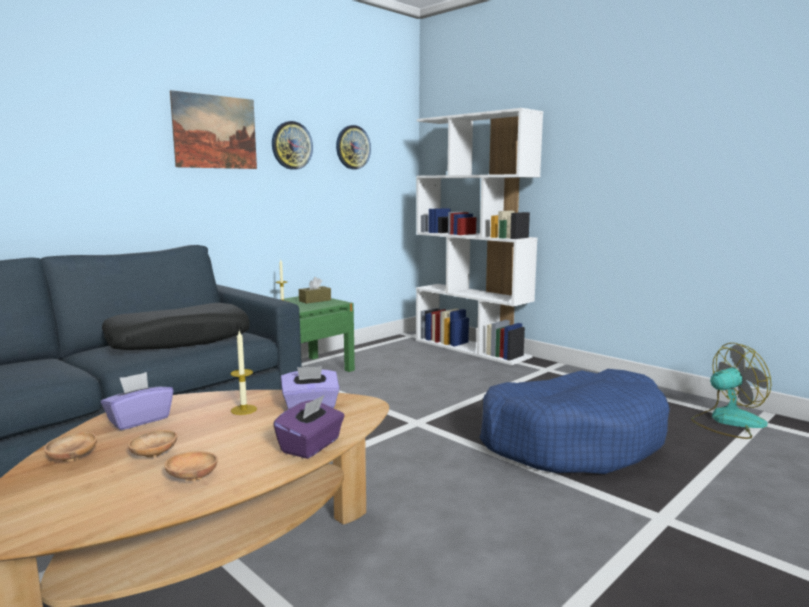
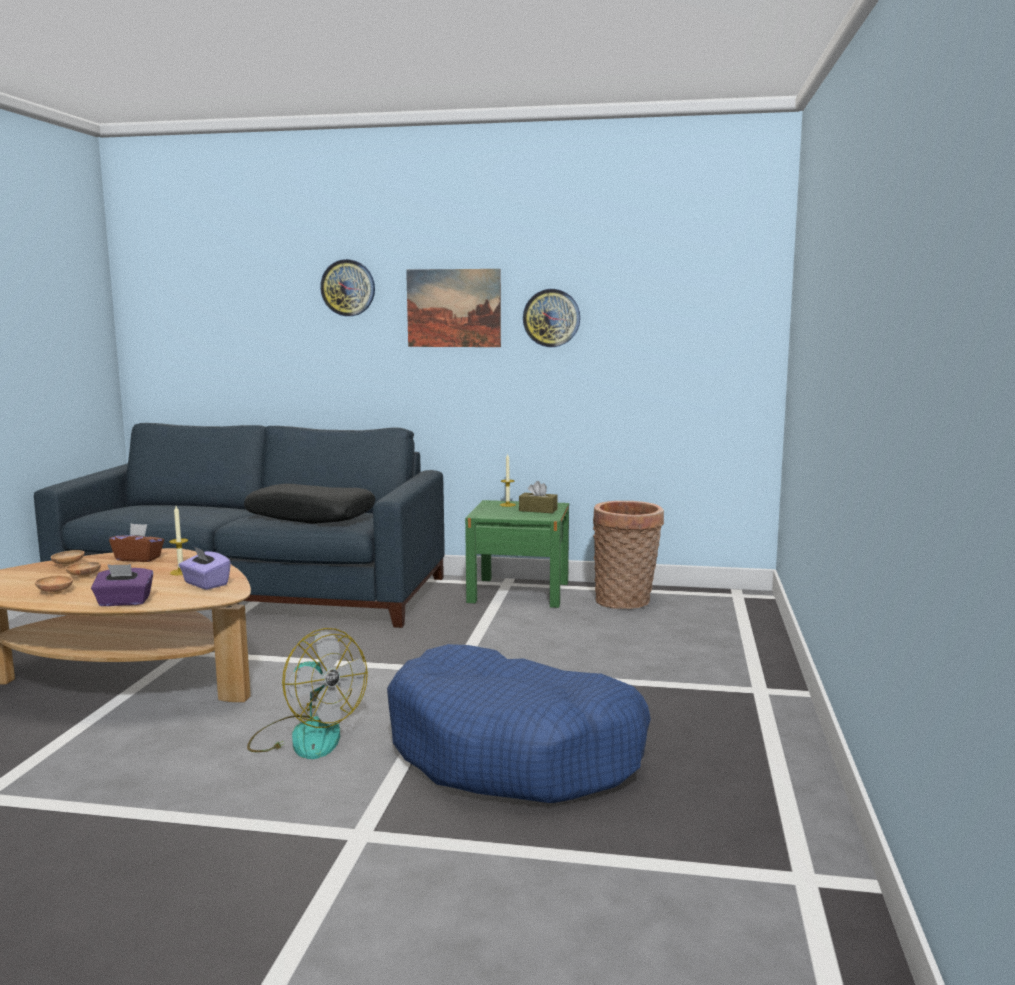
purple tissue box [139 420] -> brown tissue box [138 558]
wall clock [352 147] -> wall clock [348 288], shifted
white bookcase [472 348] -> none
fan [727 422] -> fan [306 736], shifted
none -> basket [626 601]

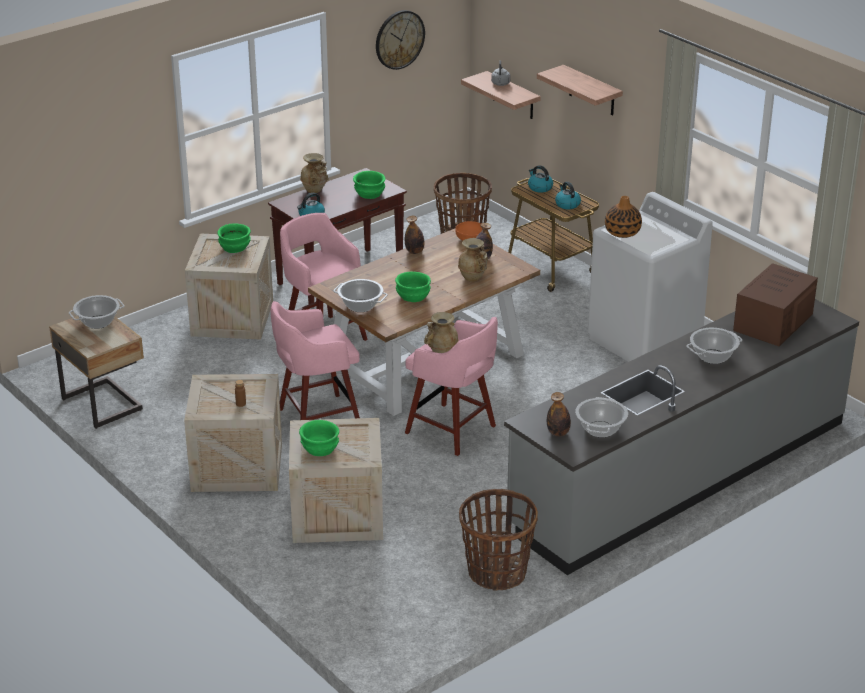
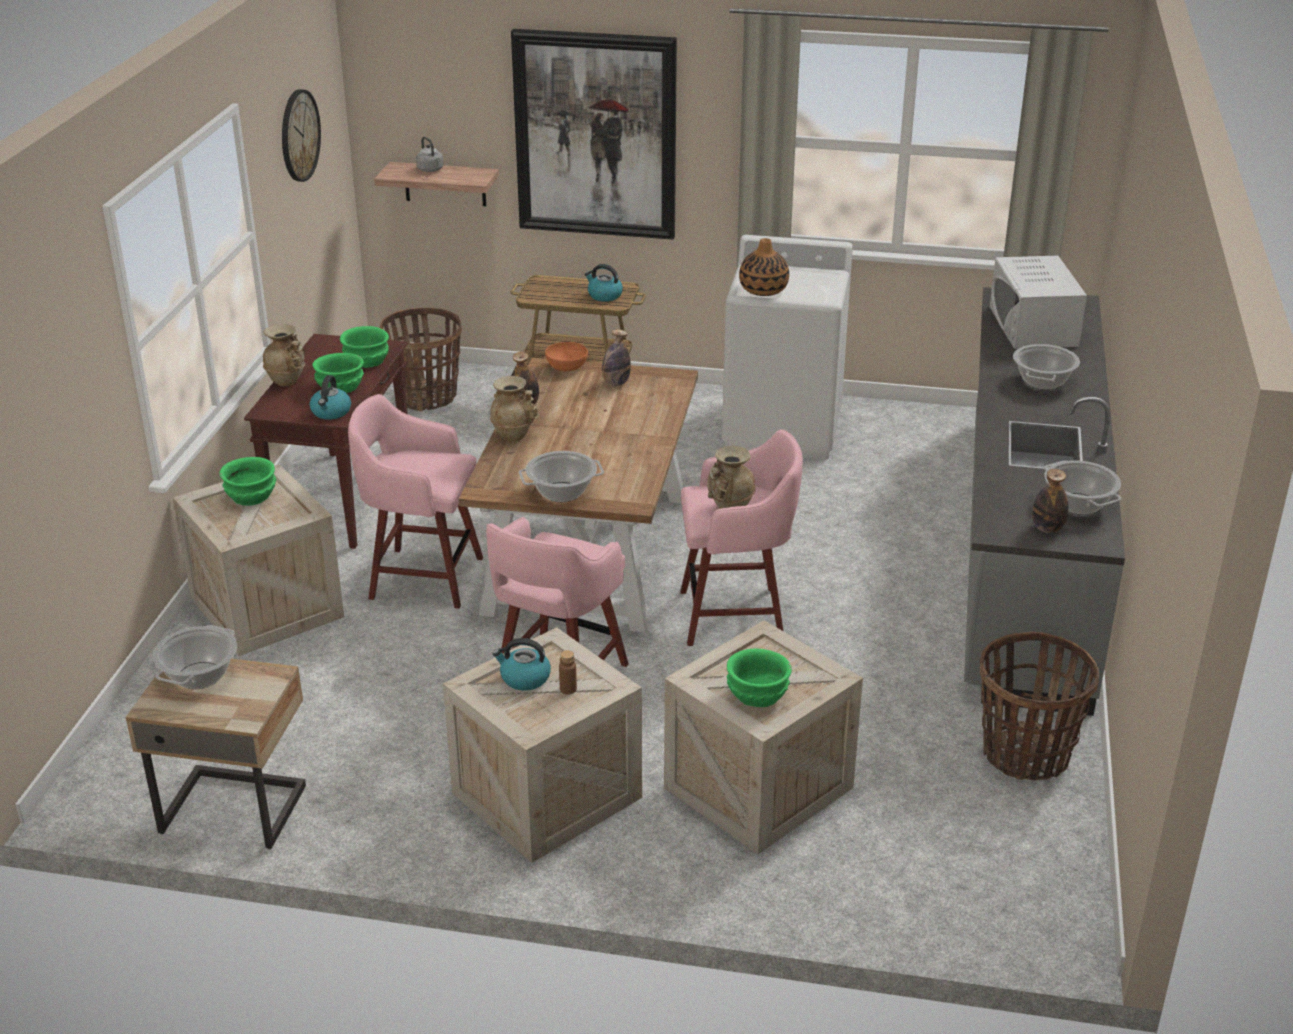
green bowl [412 296] -> green bowl [339 387], shifted
beige vase [473 277] -> beige vase [513 435], shifted
kettle [539 188] -> kettle [524 678], shifted
shelf [592 91] -> picture [596 135]
brown microwave [773 322] -> white microwave [1033 326]

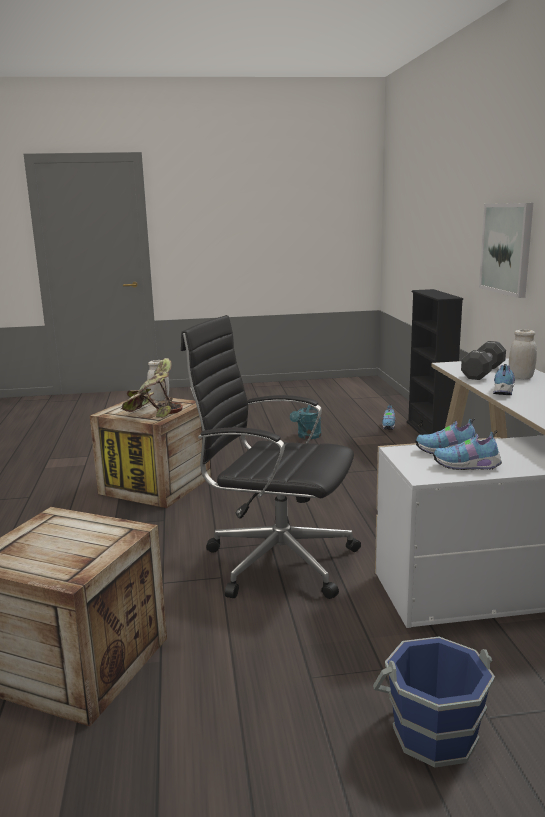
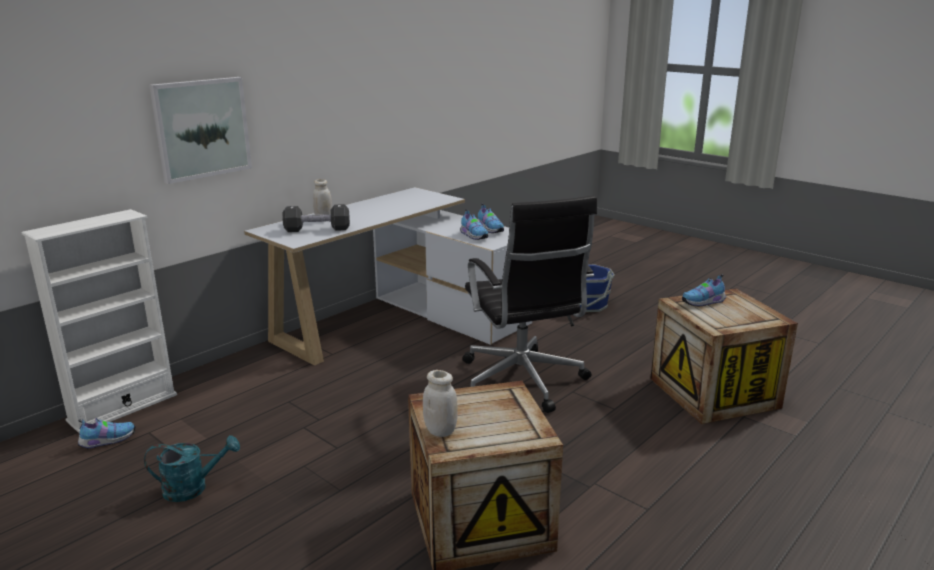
potted plant [152 413] -> none
black bookcase [429 432] -> white bookcase [123 407]
shoe [502 391] -> shoe [704 303], shifted

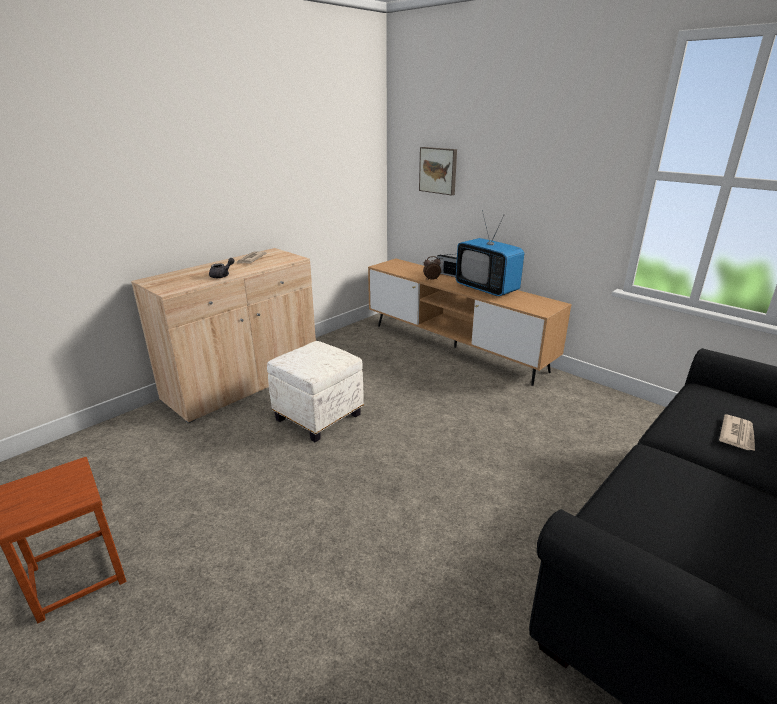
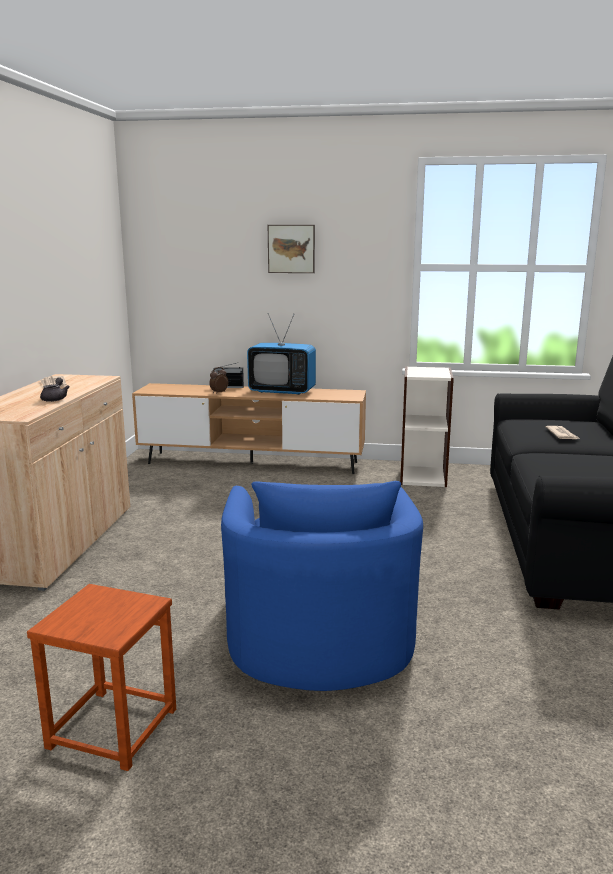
white ottoman [318 416] -> none
picture [438 170] -> picture [291 249], shifted
none -> blue armchair [318 633]
none -> bookcase [423 476]

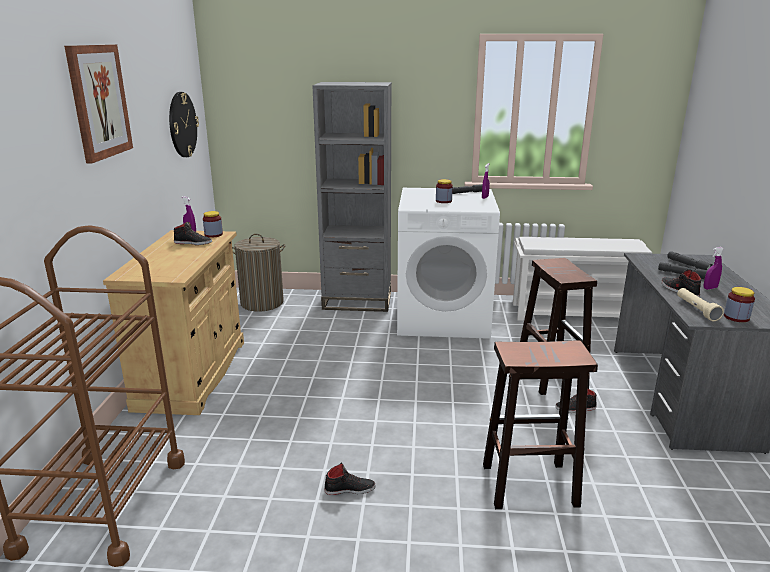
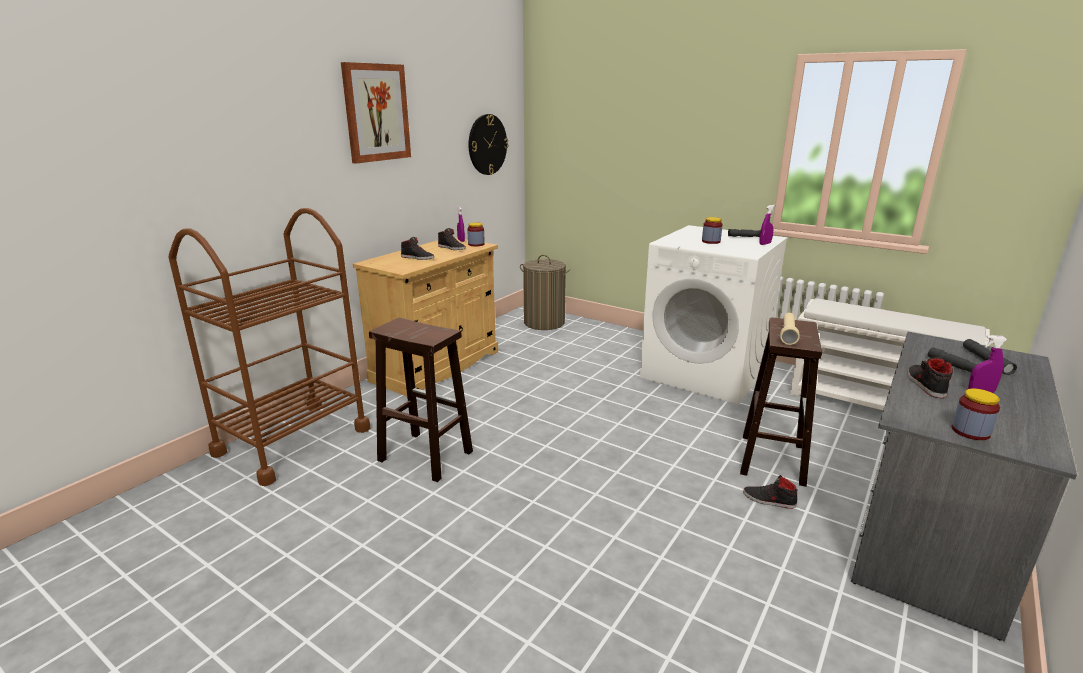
grey bookcase [357 301] -> none
black shoe [350 489] -> black shoe [417 258], shifted
brown stool [527 485] -> brown stool [424 456], shifted
beige flashlight [696 310] -> beige flashlight [788 334], shifted

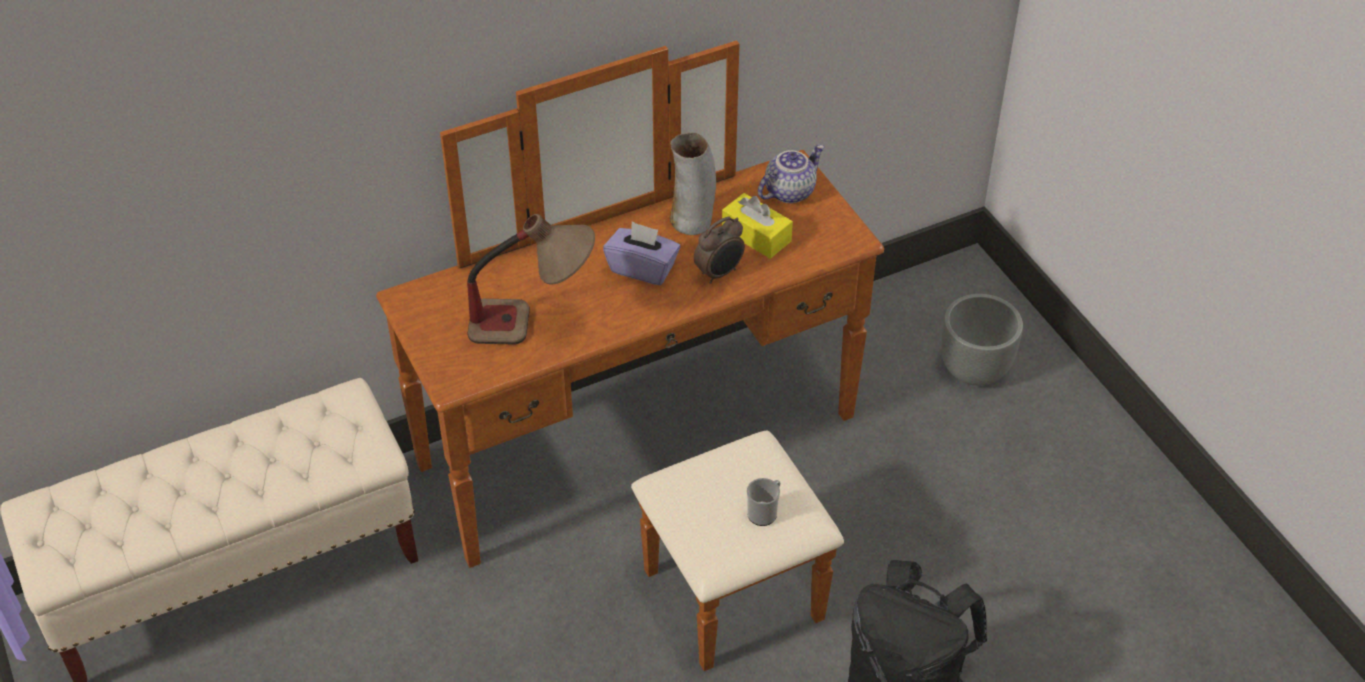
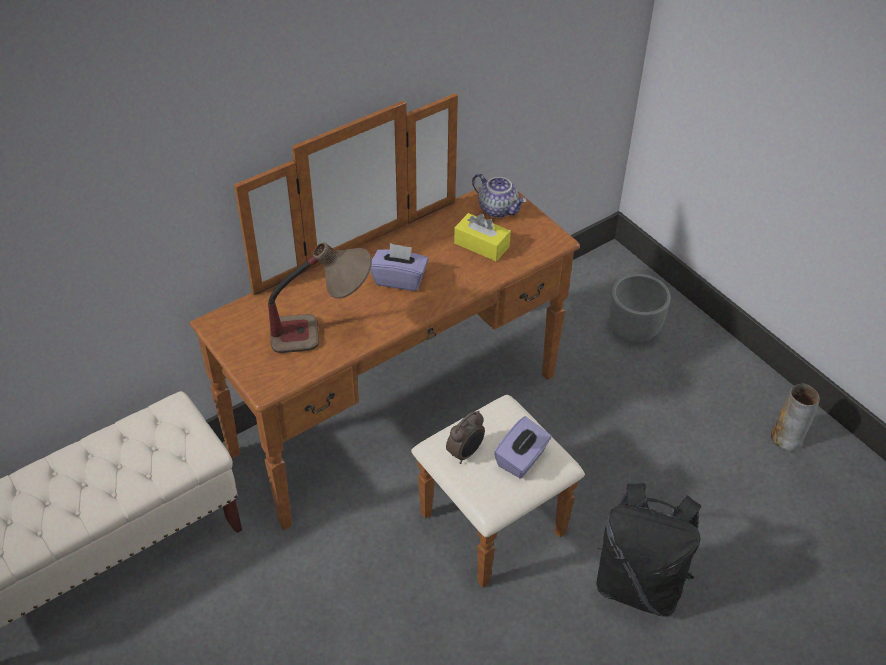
vase [692 220] -> vase [787 438], shifted
alarm clock [720 273] -> alarm clock [465 453], shifted
mug [764 512] -> purple tissue box [522 459]
teapot [789 191] -> teapot [498 209], 90 degrees clockwise

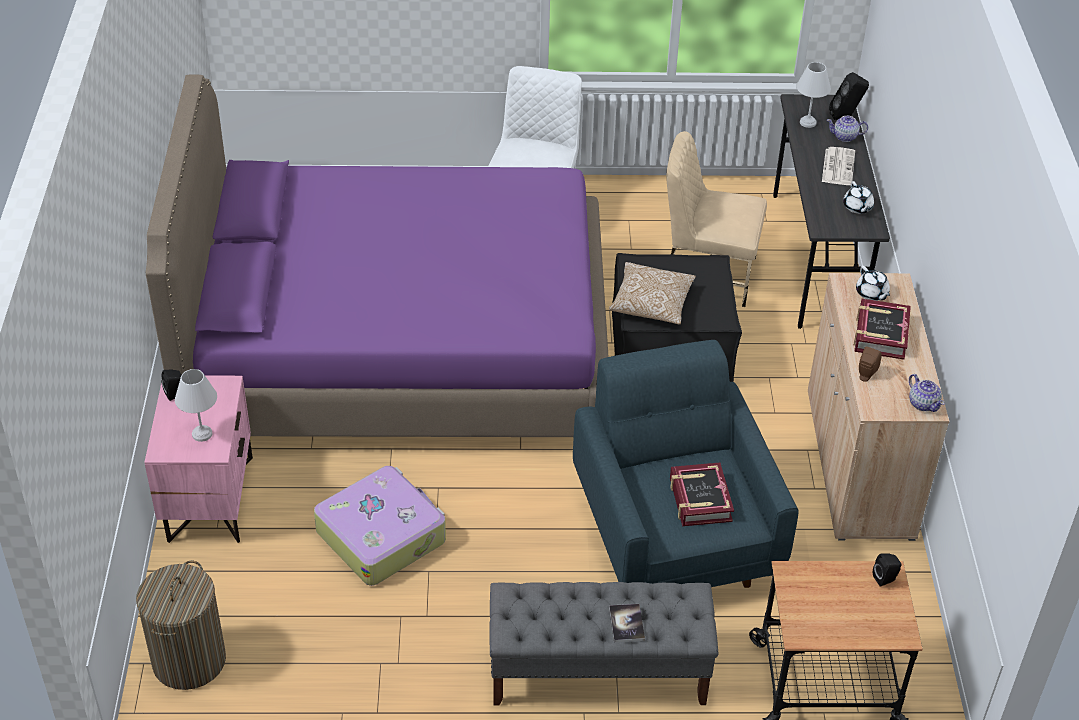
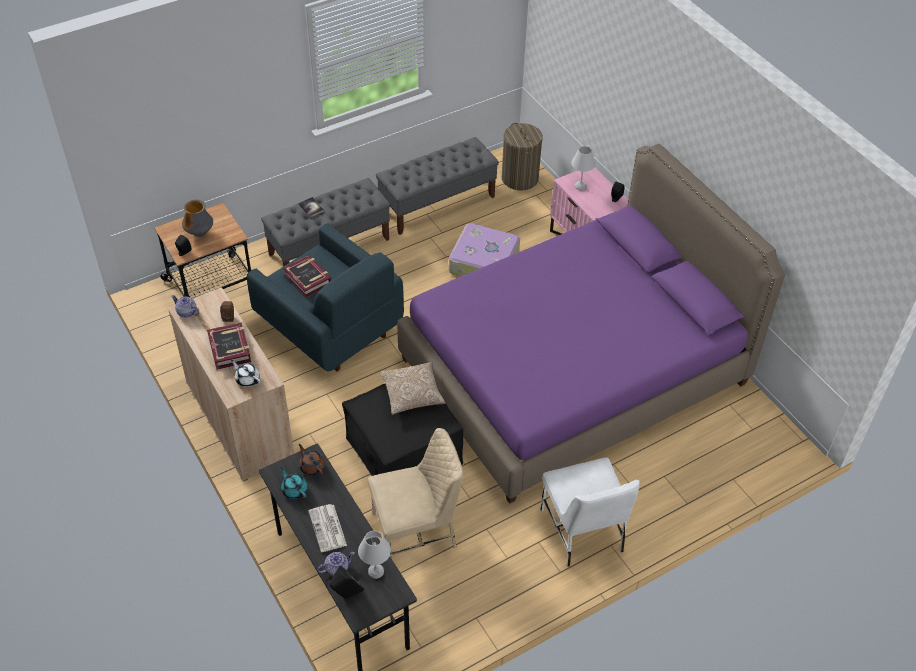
white teapot [857 207] -> turquoise teapot [294 490]
none -> vase [200 233]
none -> brown teapot [312 466]
none -> grey bench [437 203]

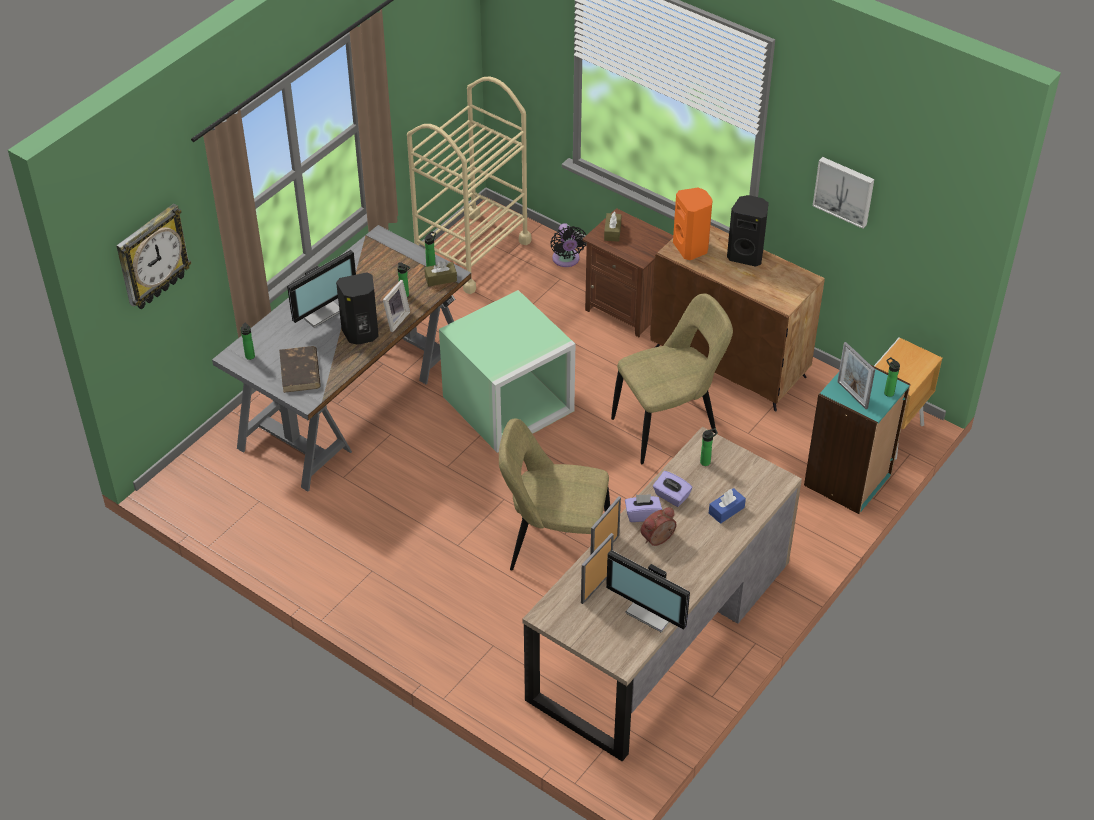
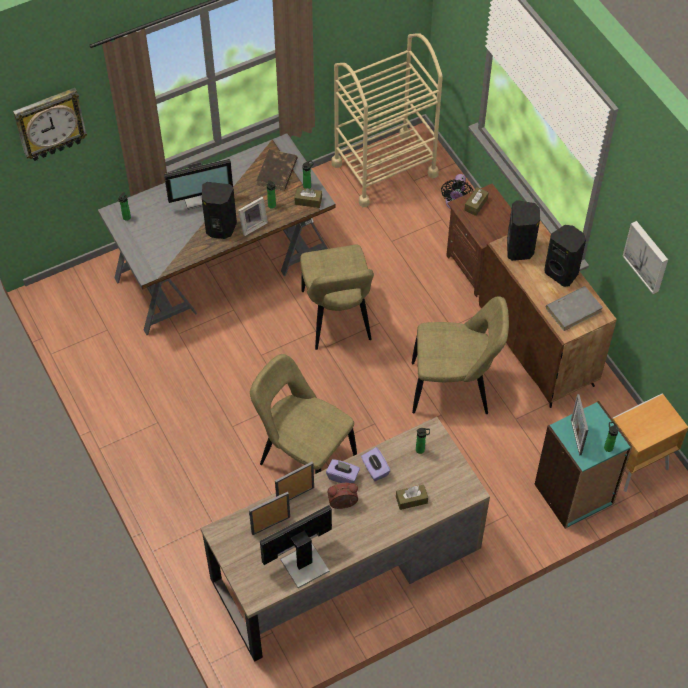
brown book [300 372] -> brown book [277 172], shifted
green storage box [508 405] -> beige chair [337 319]
monitor [653 611] -> monitor [303 564], 90 degrees clockwise
orange speaker [691 248] -> black speaker [520 249]
blue tissue box [726 510] -> brown tissue box [411 500]
none -> grey book [574 309]

